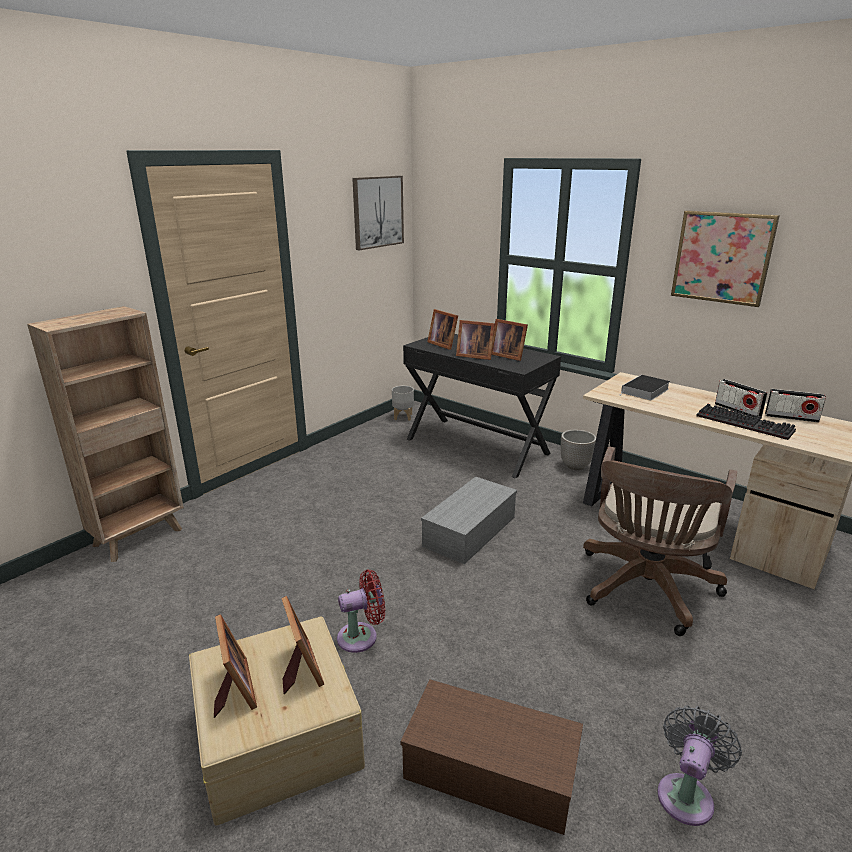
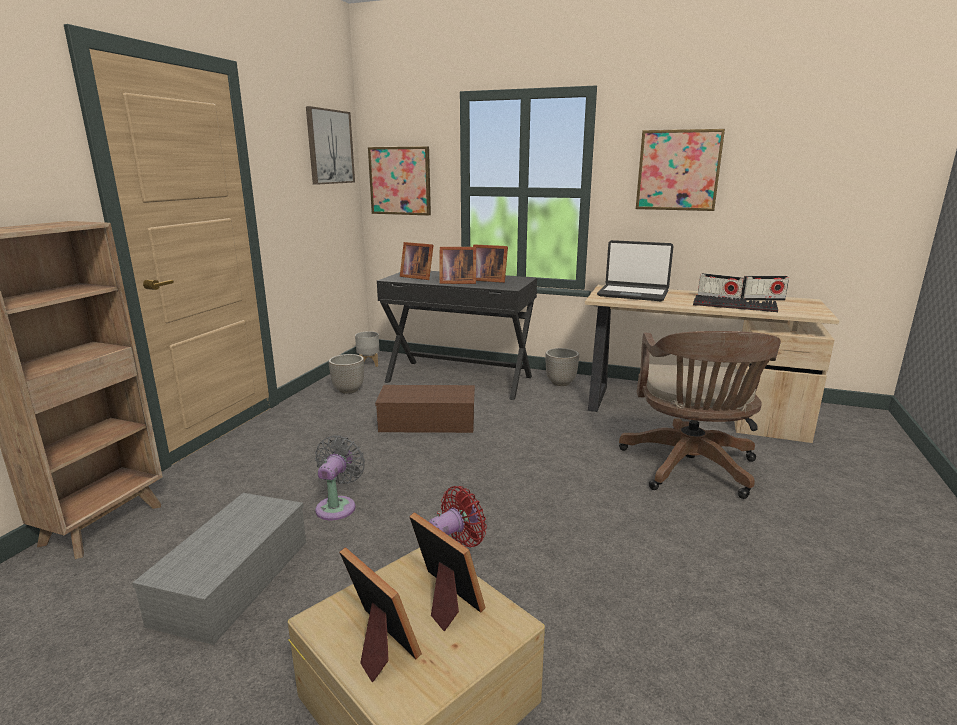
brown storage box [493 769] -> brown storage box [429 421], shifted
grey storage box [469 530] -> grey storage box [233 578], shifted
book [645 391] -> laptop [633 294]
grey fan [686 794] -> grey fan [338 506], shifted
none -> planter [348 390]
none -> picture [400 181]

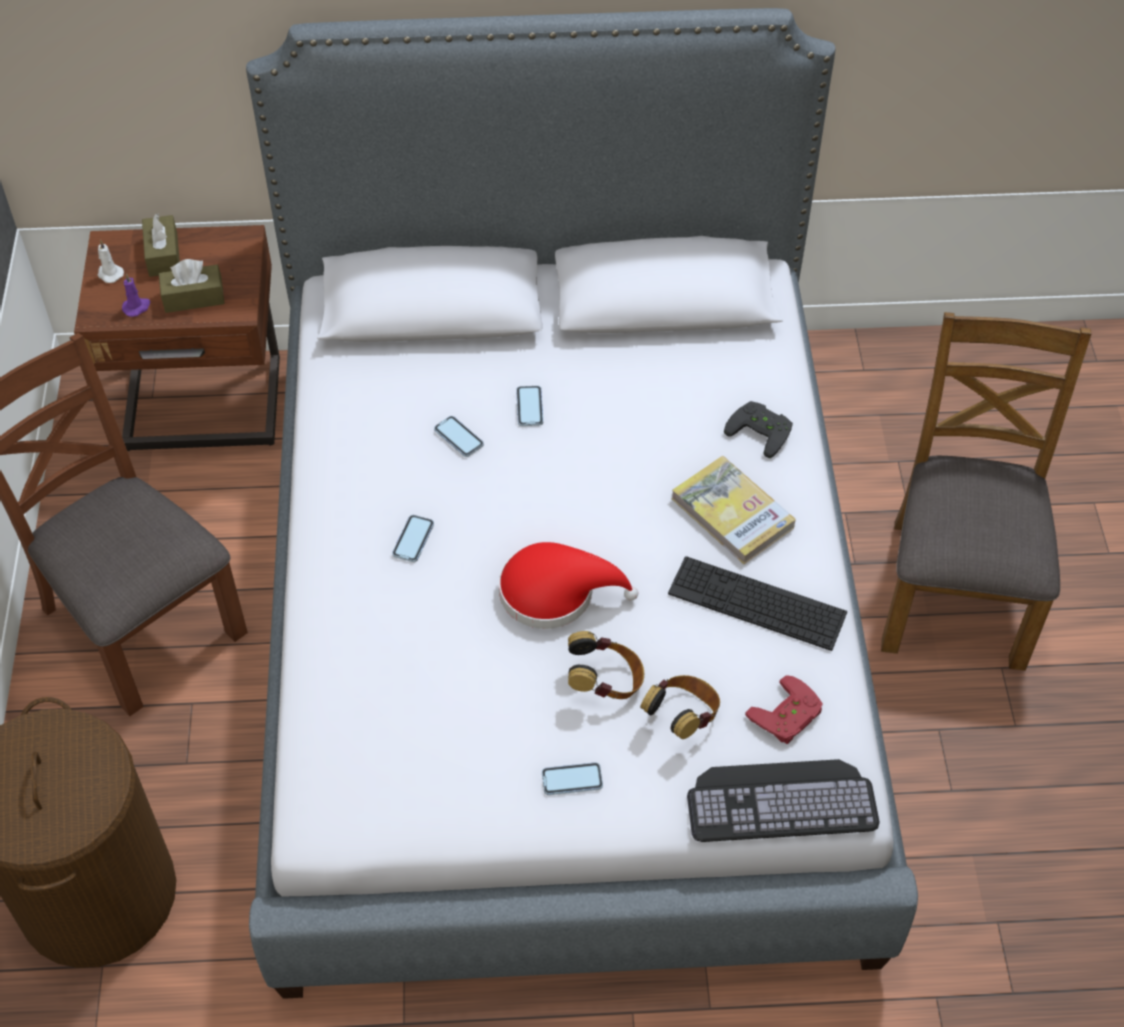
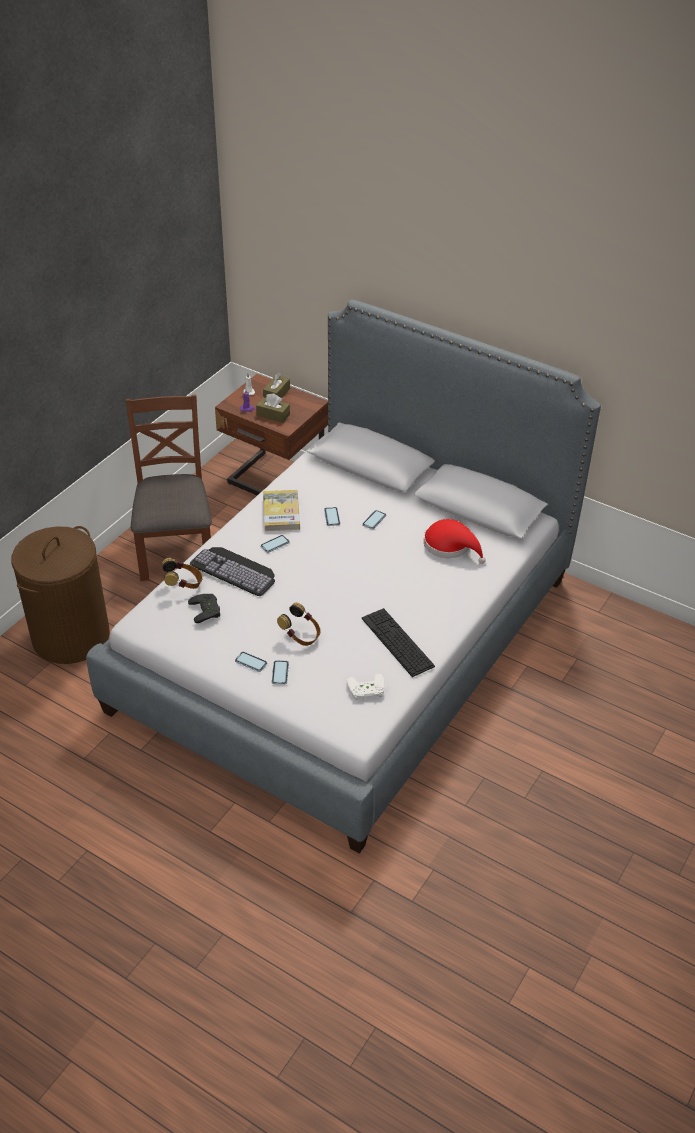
red hat [555 592] -> red hat [450 546], shifted
headphones [682 717] -> headphones [184 584], shifted
book [732 513] -> book [281 513], shifted
keyboard [782 799] -> keyboard [236 570], shifted
black game controller [762 430] -> black game controller [207 610], shifted
red game controller [788 716] -> white game controller [366 690]
brown chair [955 591] -> none
none -> phone [280 673]

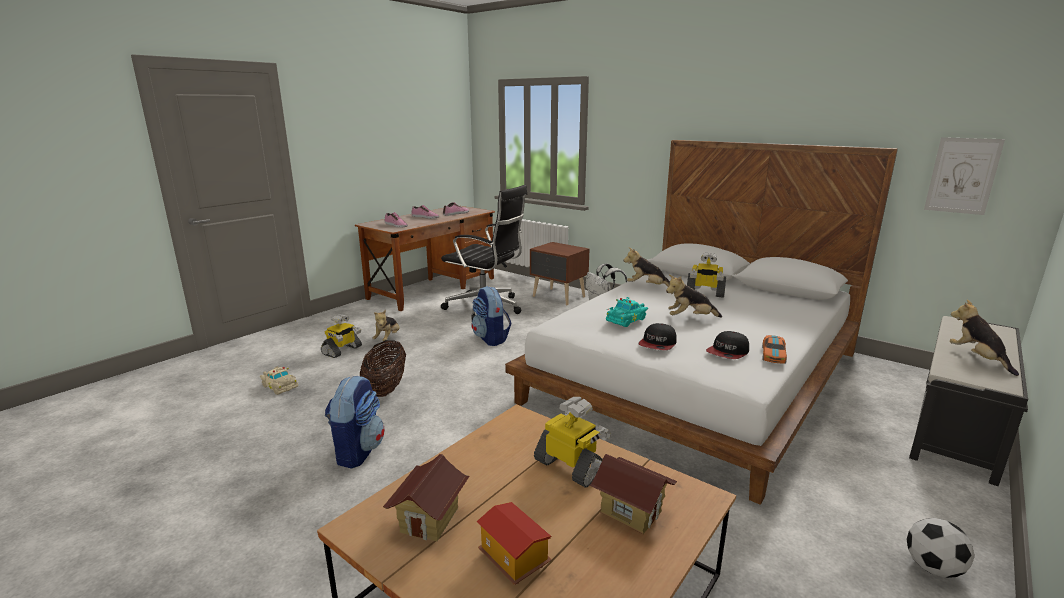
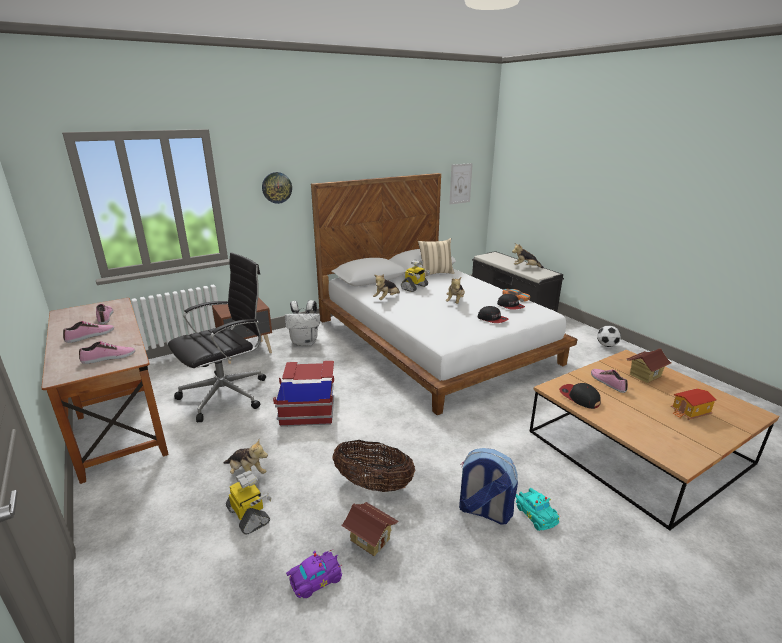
beige toy car [280 386] -> purple toy car [314 579]
toy house [430 520] -> toy house [370 539], shifted
backpack [491 339] -> red storage box [309 405]
toy robot [571 466] -> shoe [608 382]
turquoise toy car [627 319] -> turquoise toy car [536 513], shifted
none -> wall clock [276 187]
none -> beige pillow [435 273]
none -> cap [579 397]

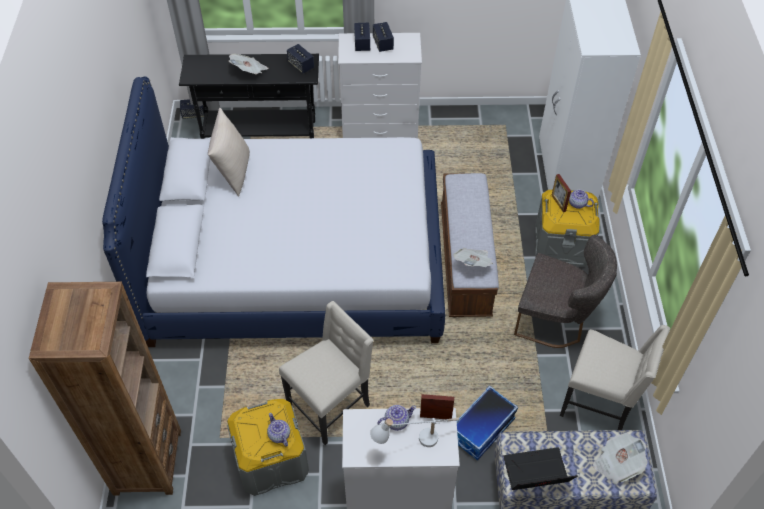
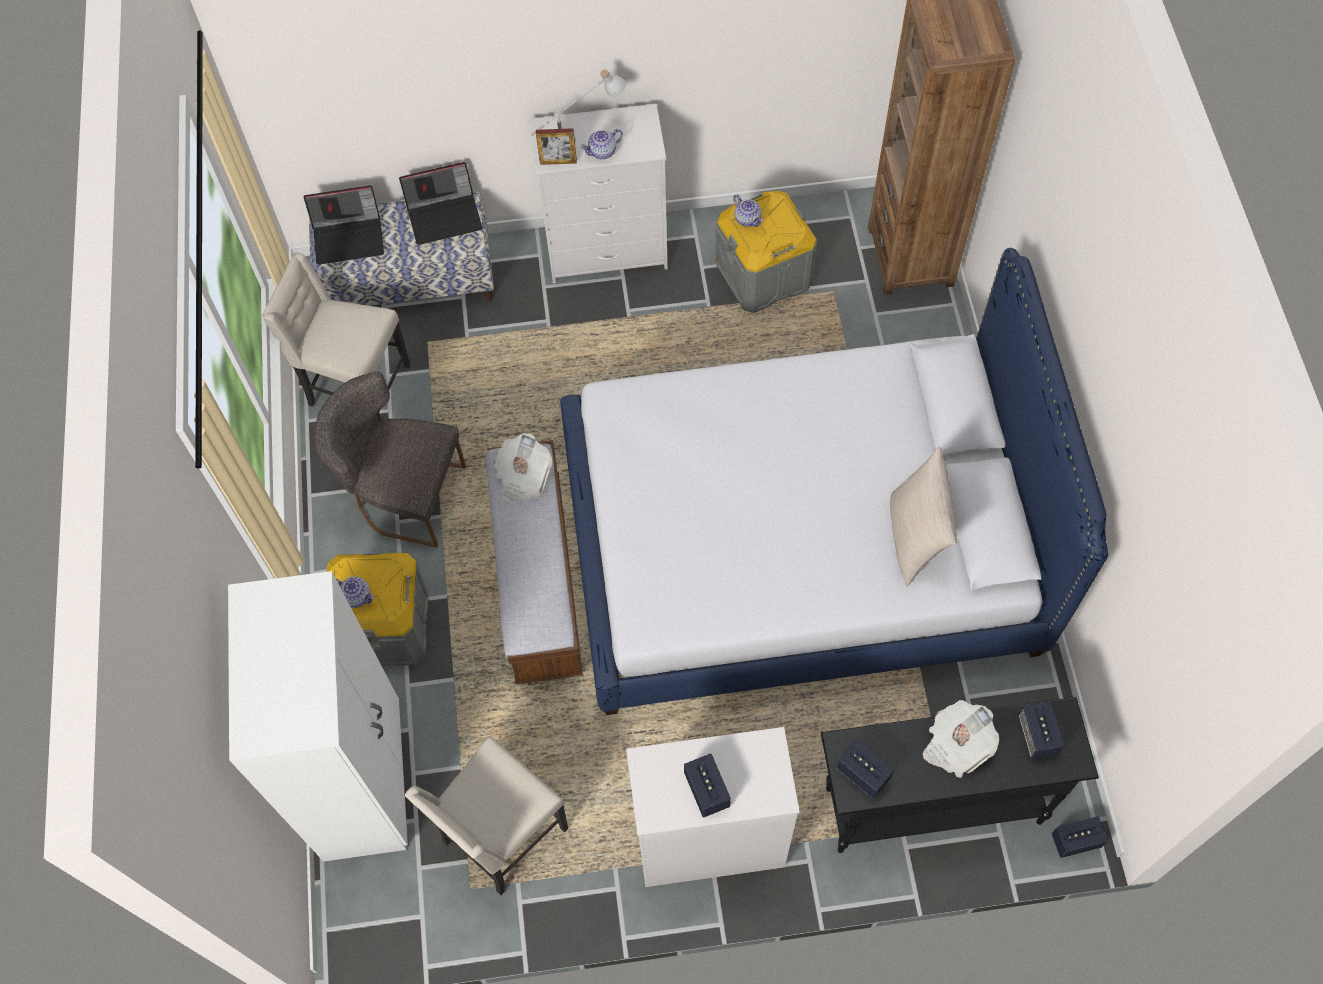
beige chair [330 405] -> beige chair [502 836], shifted
speaker [362 44] -> speaker [1037 735], shifted
storage box [482 430] -> none
picture frame [558 203] -> none
newspaper [617 463] -> laptop [349 238]

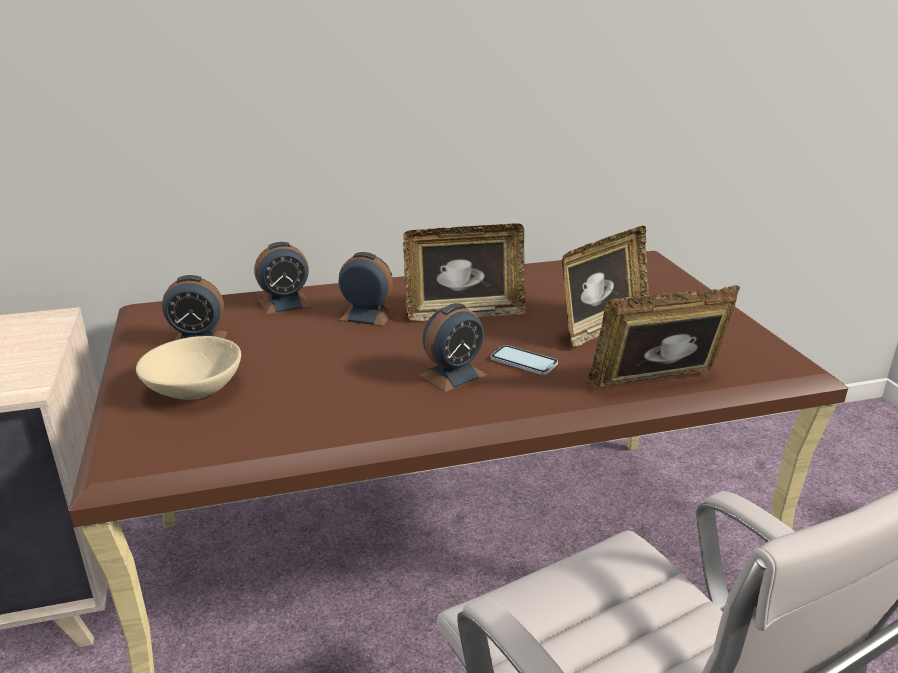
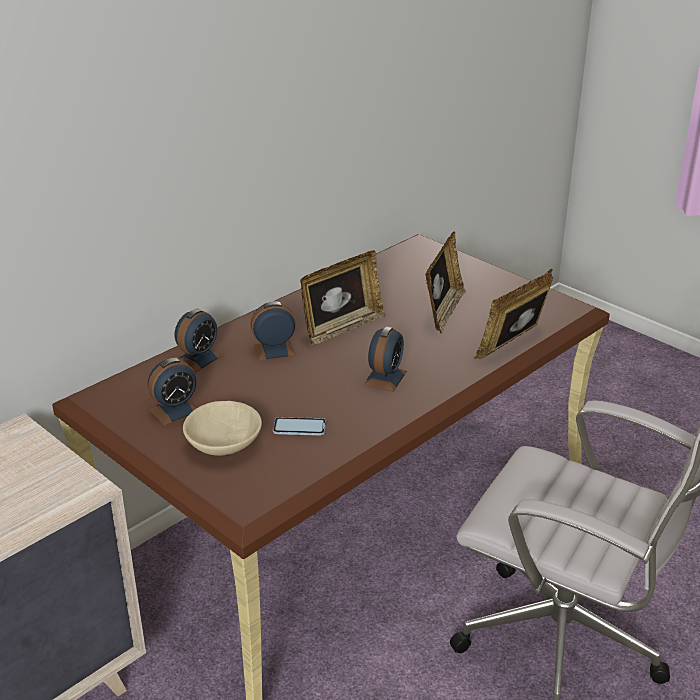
phone [523 362] -> phone [299 428], shifted

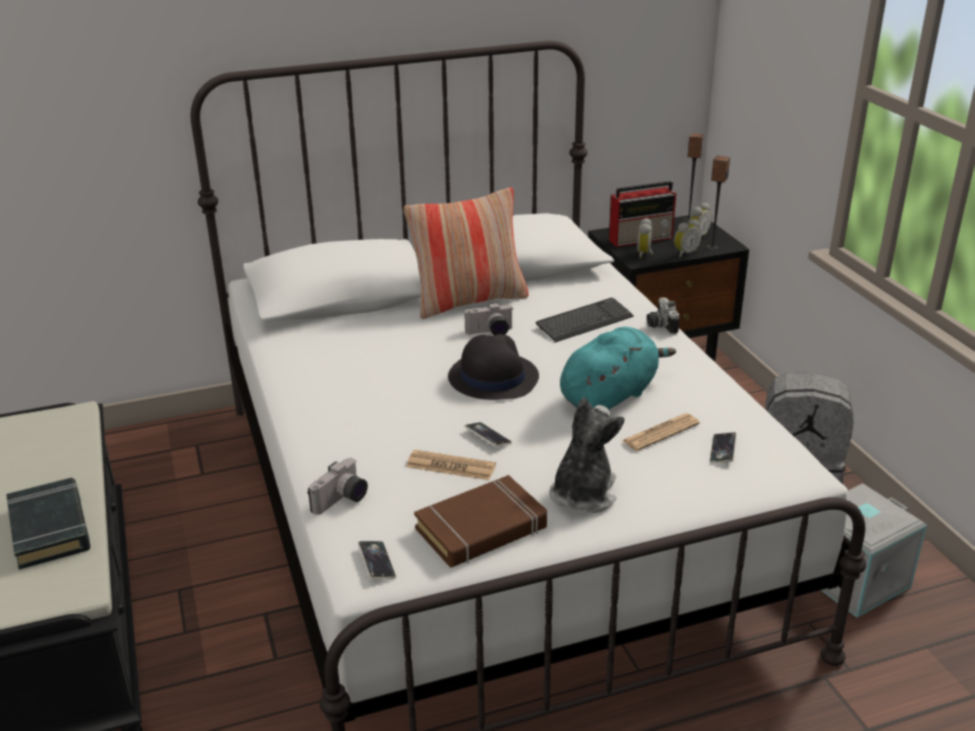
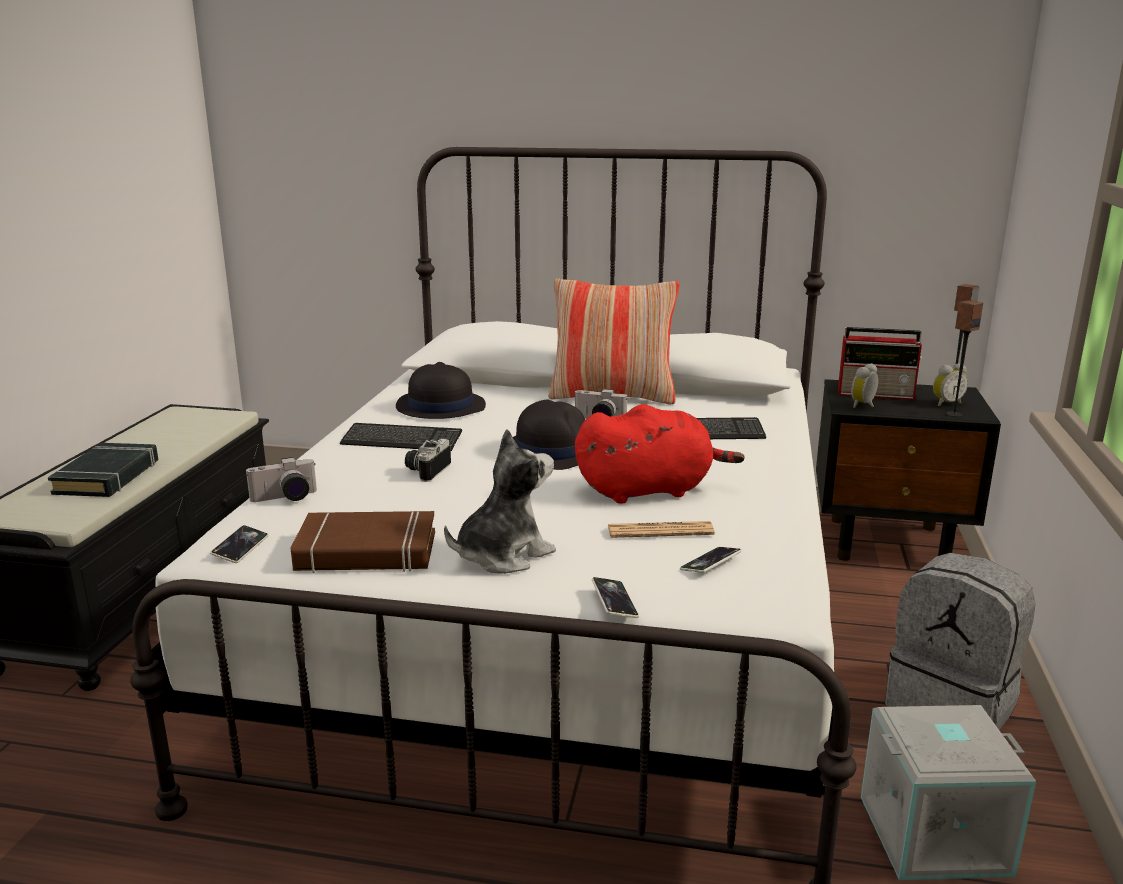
newspaper [451 466] -> none
phone [488 437] -> phone [614 602], shifted
turquoise plush toy [610 396] -> red plush toy [649 490]
photo camera [659 325] -> photo camera [426 471], shifted
alarm clock [685 253] -> none
none -> keyboard [402 440]
none -> black hat [440 406]

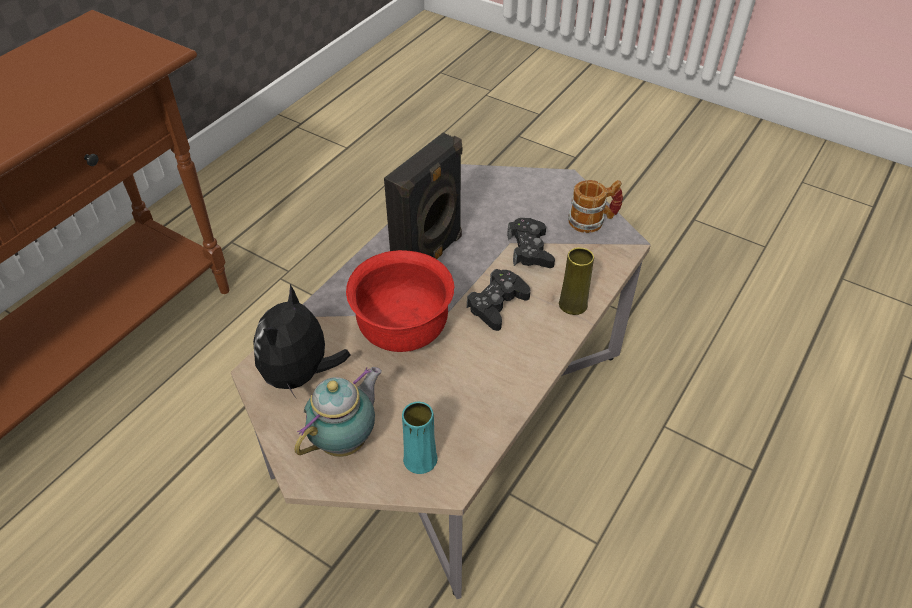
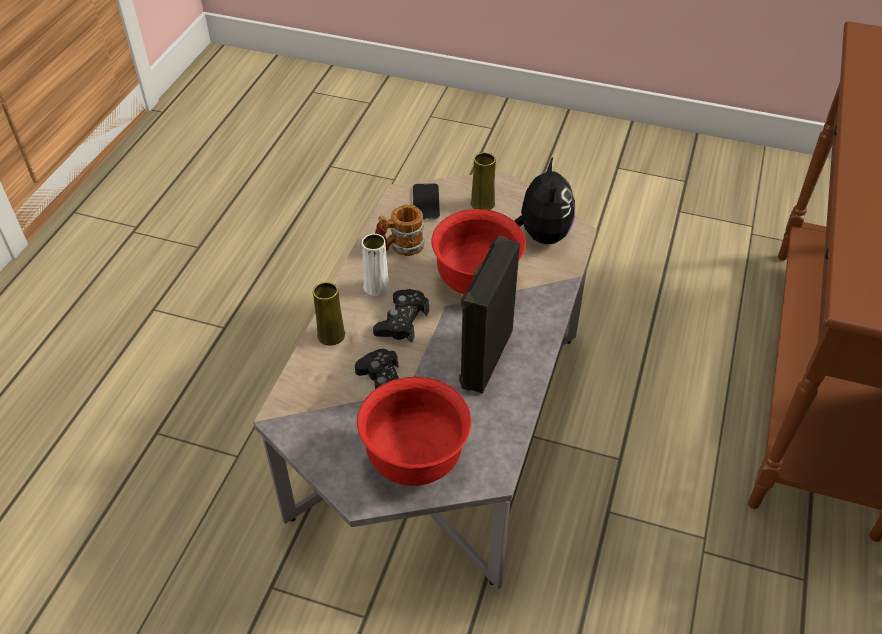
teapot [346 440] -> yellow vase [482 204]
turquoise vase [420 459] -> phone [426 202]
mug [593 221] -> mug [400 247], shifted
none -> red bowl [415 460]
none -> white vase [376 287]

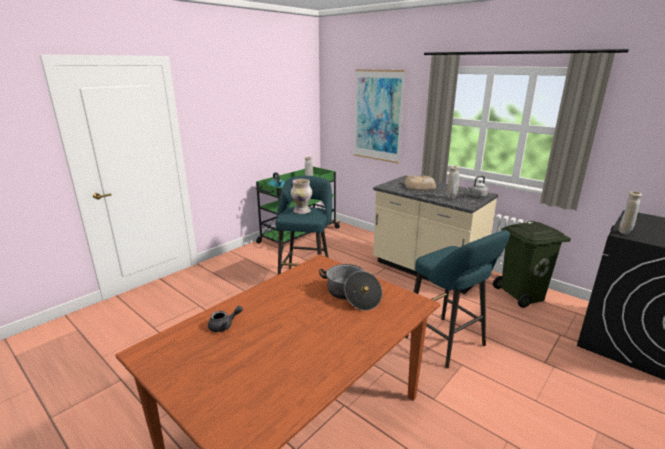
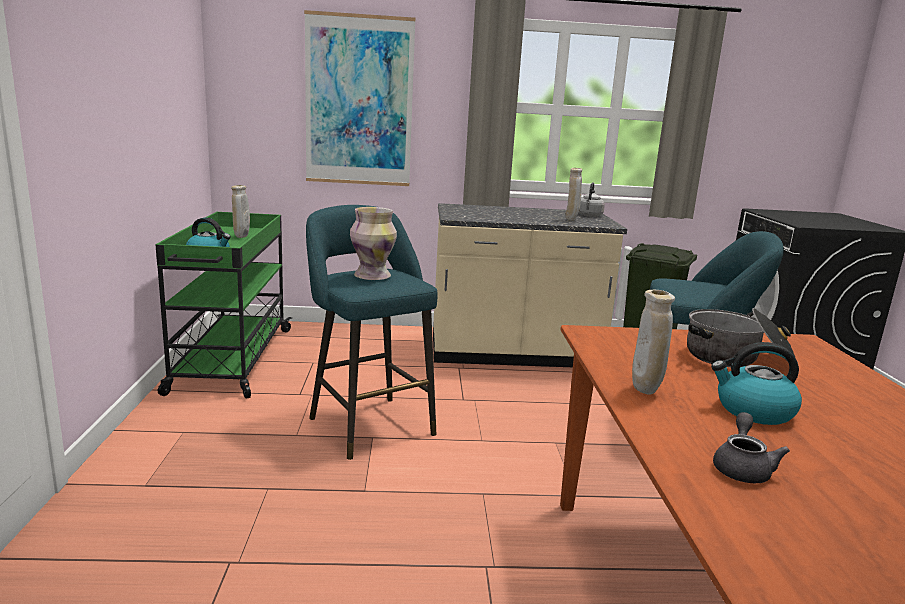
bread [420 186] -> none
beige vase [624 233] -> beige vase [645 391], shifted
none -> kettle [753 411]

